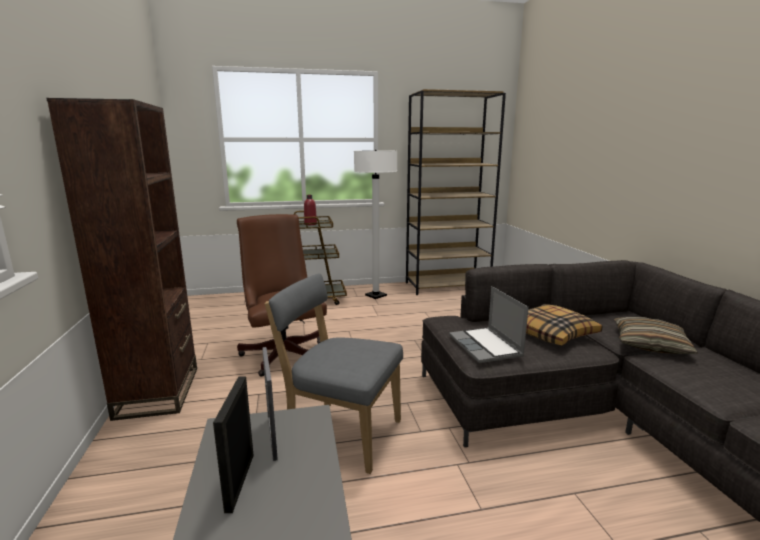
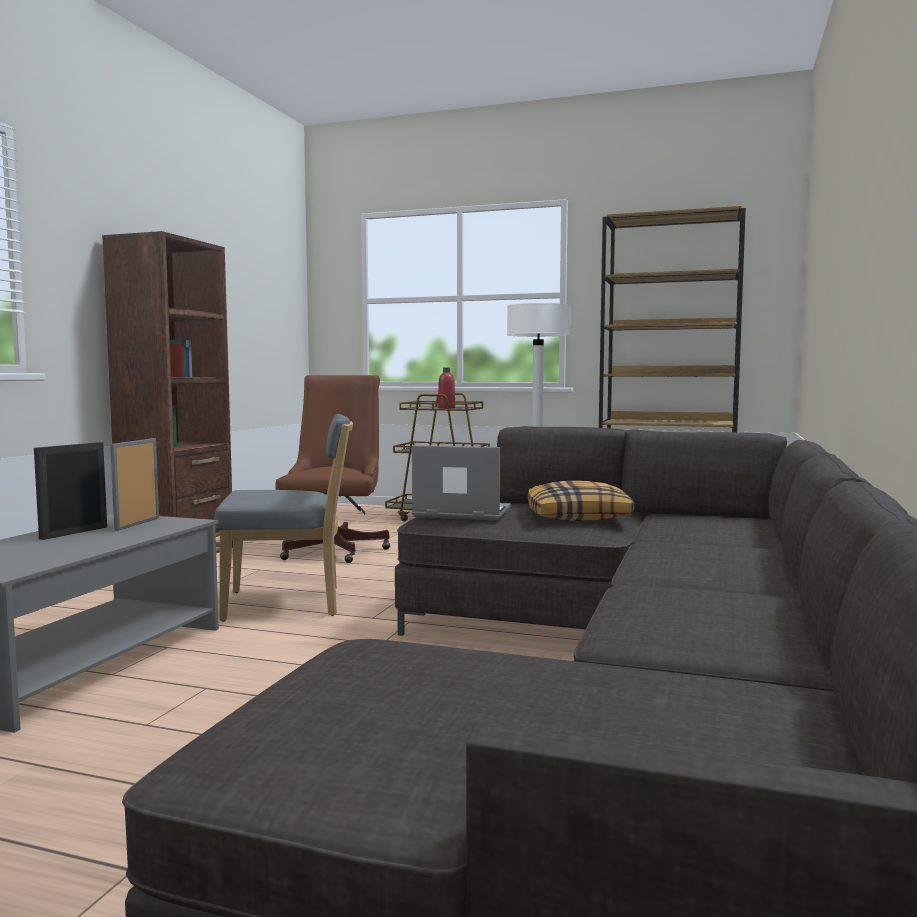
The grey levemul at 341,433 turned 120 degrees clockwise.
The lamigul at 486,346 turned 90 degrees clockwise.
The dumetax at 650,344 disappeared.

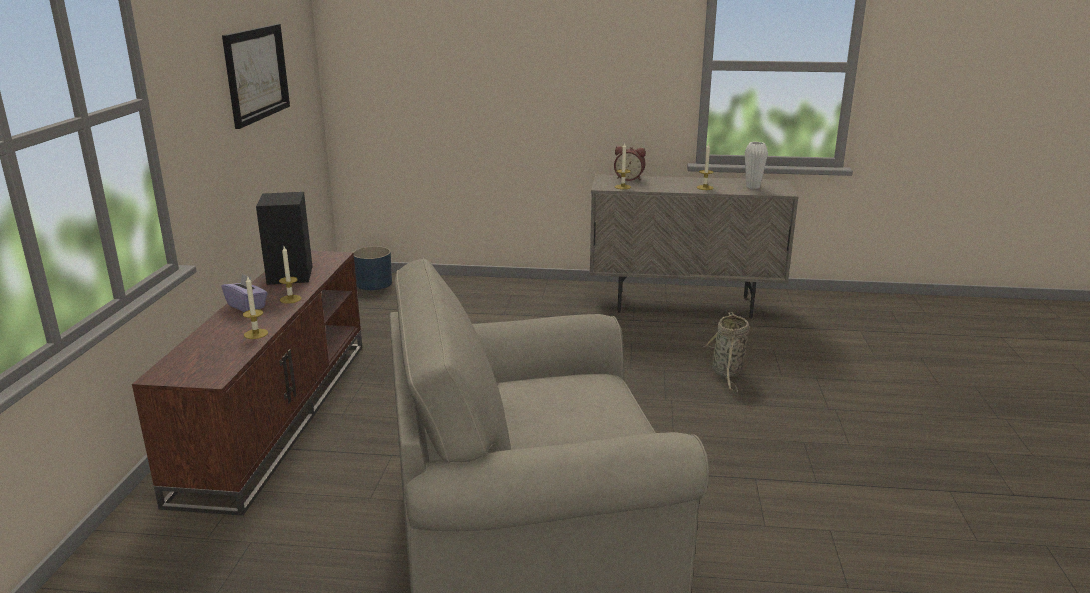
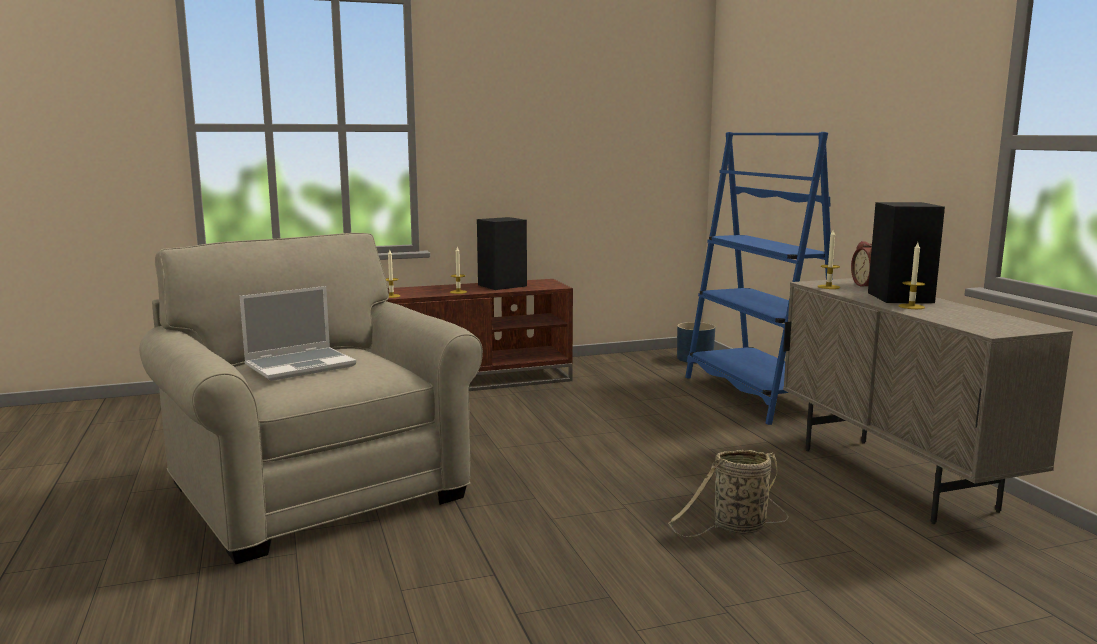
The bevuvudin at 256,73 disappeared.
The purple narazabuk at 247,306 disappeared.
The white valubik at 752,187 disappeared.
The lamigul at 301,365 appeared.
The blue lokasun at 757,395 appeared.
The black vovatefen at 901,298 appeared.

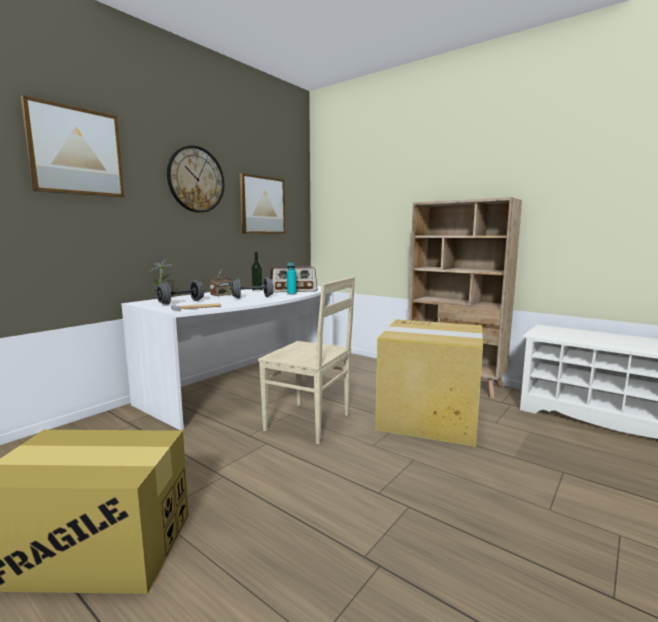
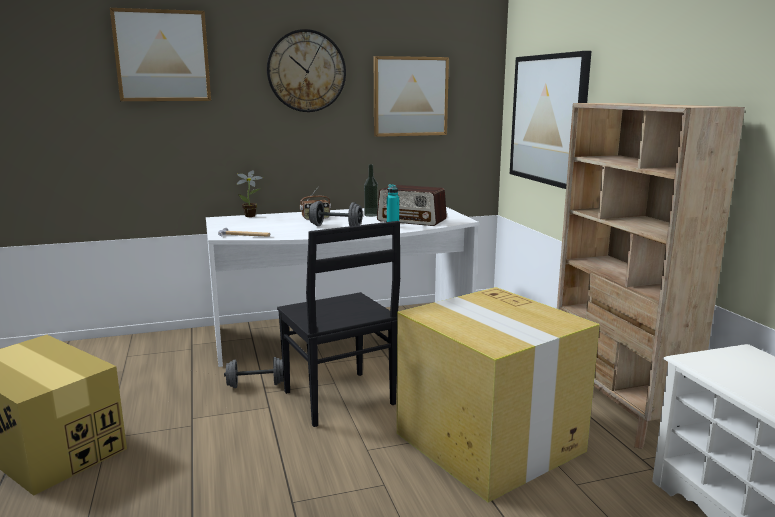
The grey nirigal moved from 181,302 to 256,385.
The beige levemul at 310,423 became the black levemul at 340,399.
The bevuvudin at 548,119 appeared.

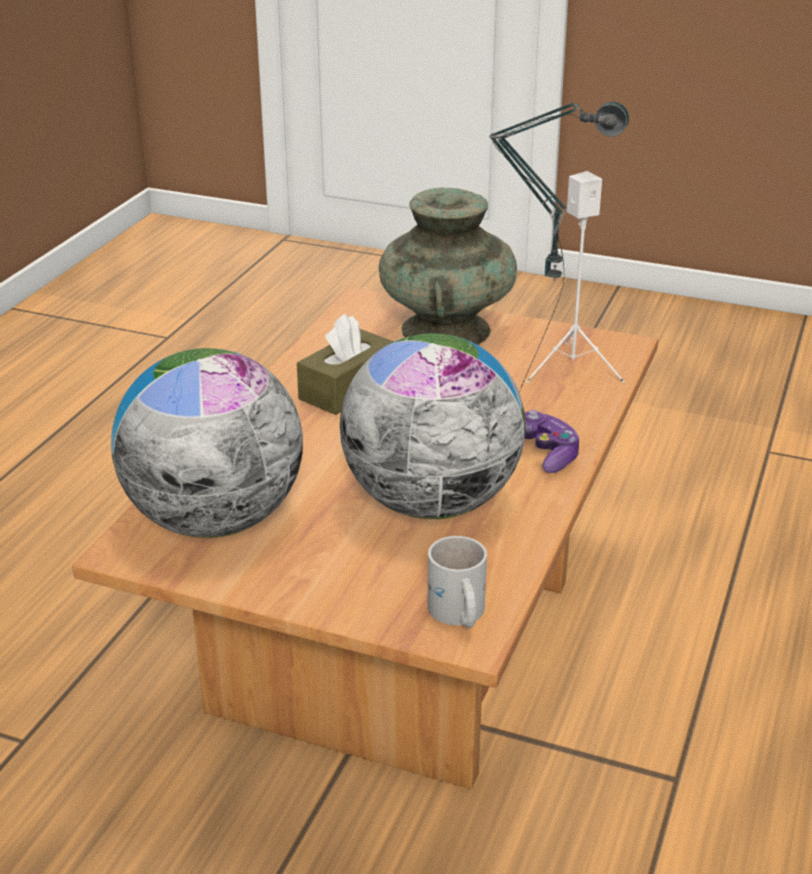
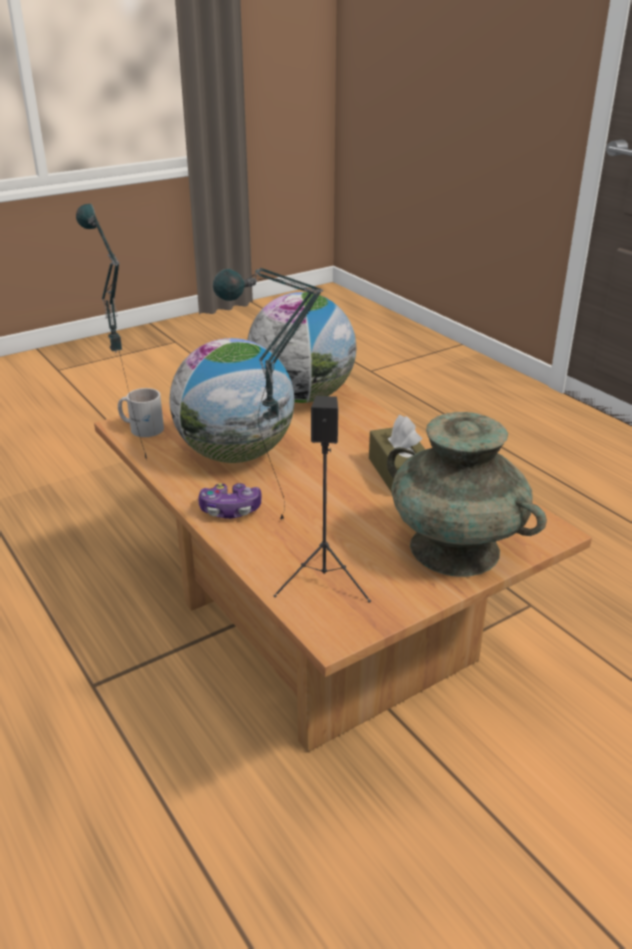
The white vovatefen at 571,368 became the black vovatefen at 325,581.
The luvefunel at 130,456 appeared.

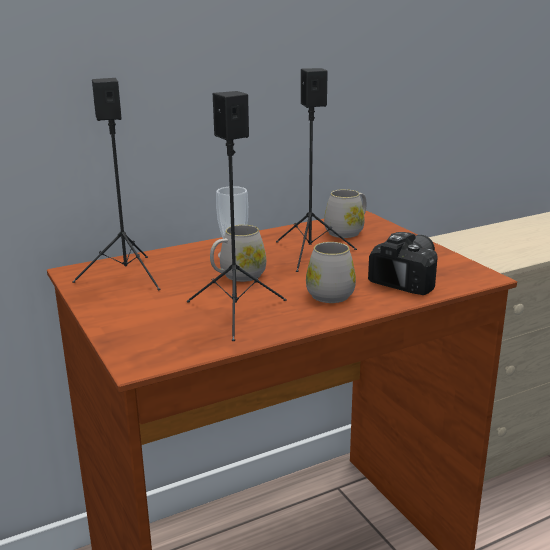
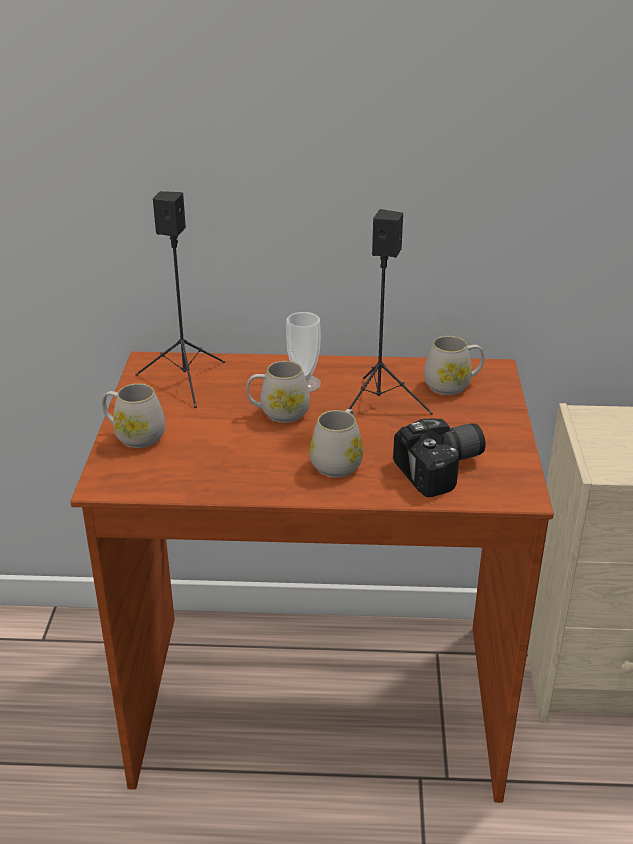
The black vovatefen at 236,313 disappeared.
The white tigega at 134,436 appeared.

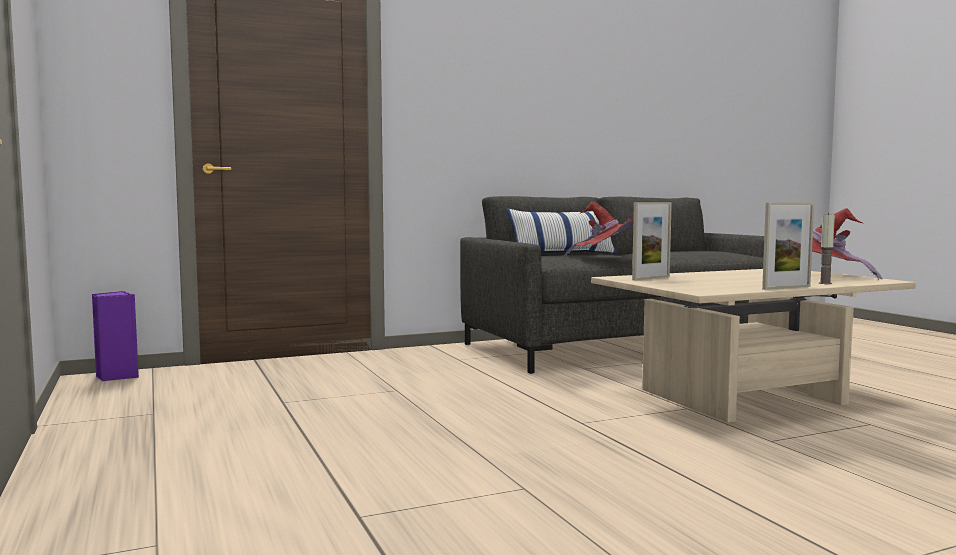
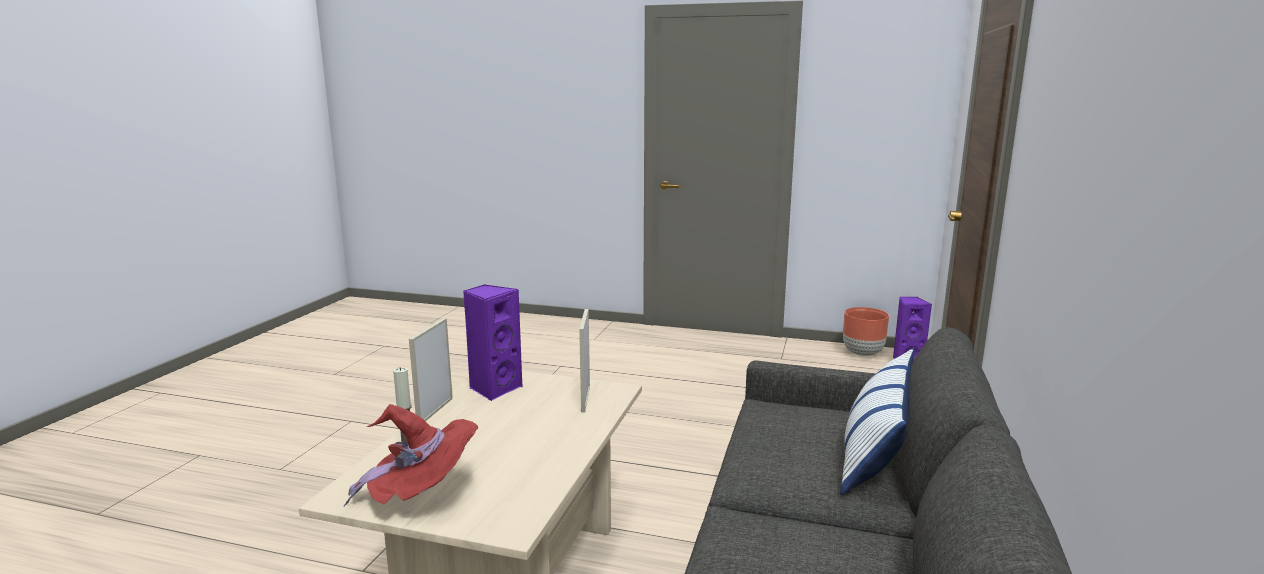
The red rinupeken at 604,258 disappeared.
The purple vovatefen at 494,389 appeared.
The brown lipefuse at 862,353 appeared.

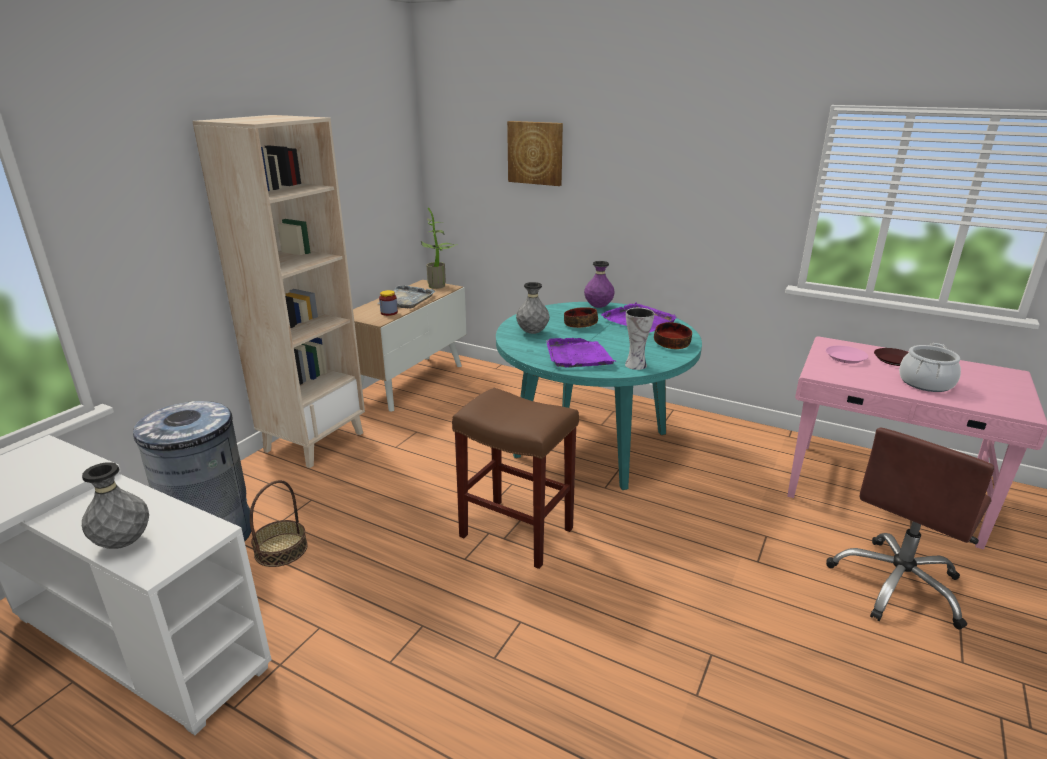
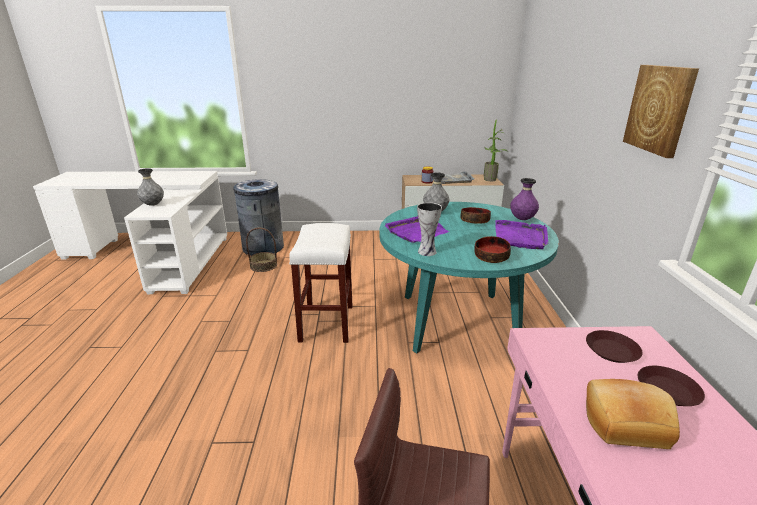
The beige lokasun at 314,441 disappeared.
The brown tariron at 514,532 became the white tariron at 326,322.
The bevuvudin moved from 535,153 to 659,109.
The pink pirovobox at 846,357 became the brown pirovobox at 612,351.
The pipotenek at 925,383 was replaced by the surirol at 624,422.

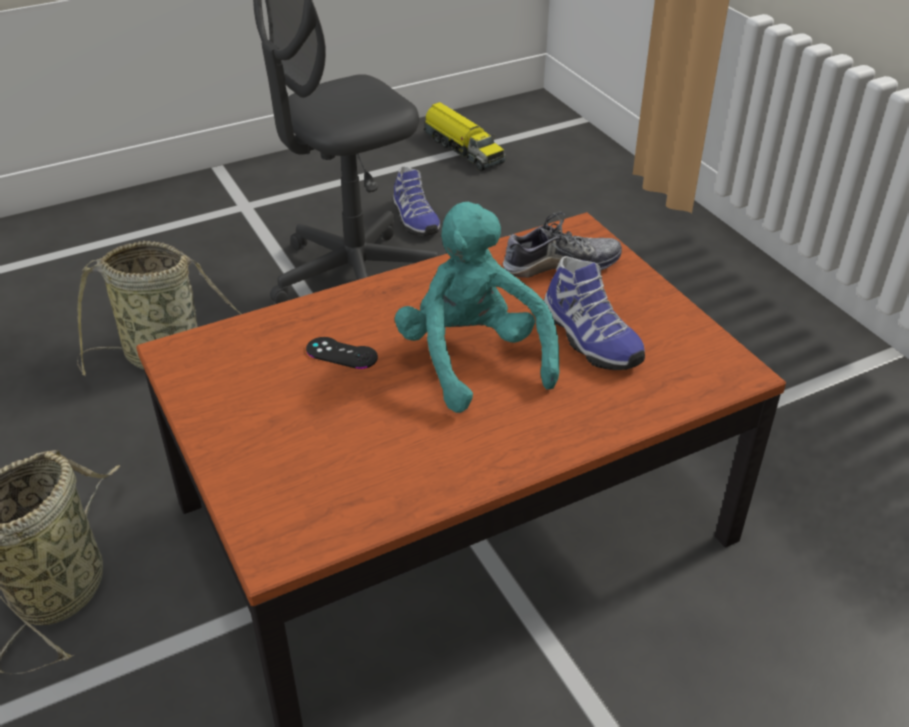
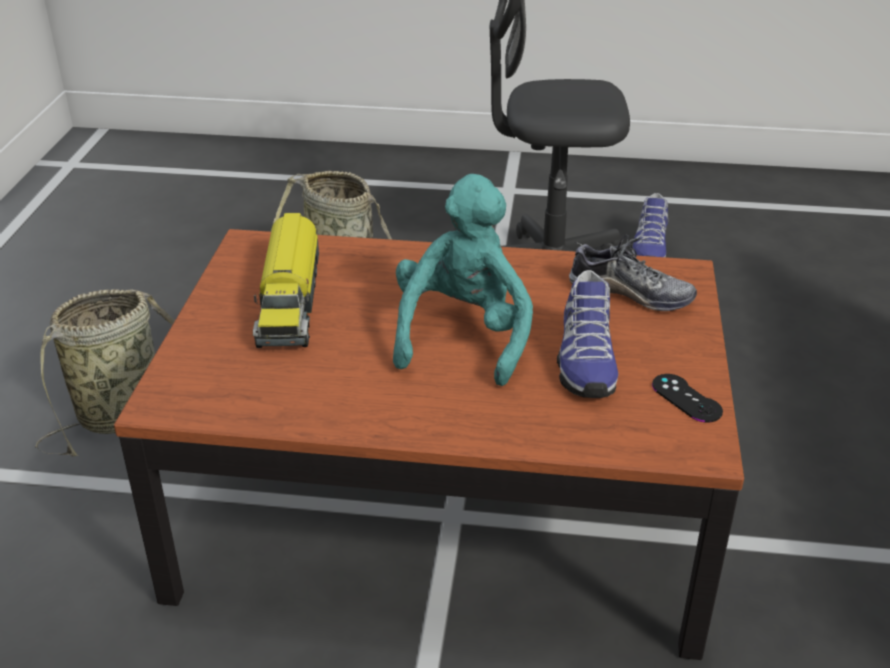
The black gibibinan moved from 341,353 to 686,398.
The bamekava moved from 463,148 to 290,300.

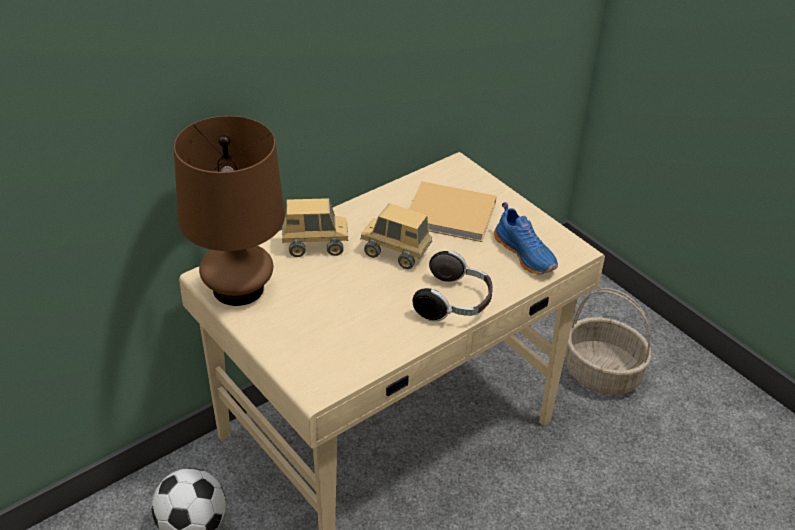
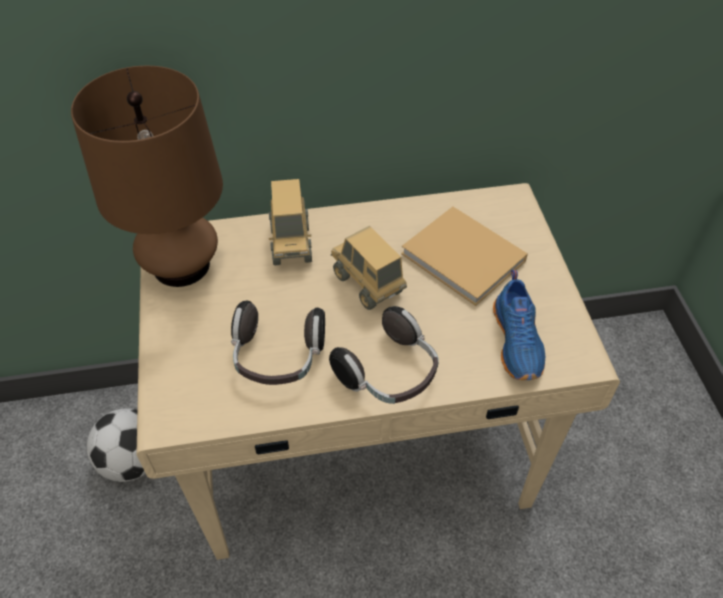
The bamekava at 315,246 turned 60 degrees clockwise.
The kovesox at 603,373 disappeared.
The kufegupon at 278,358 appeared.

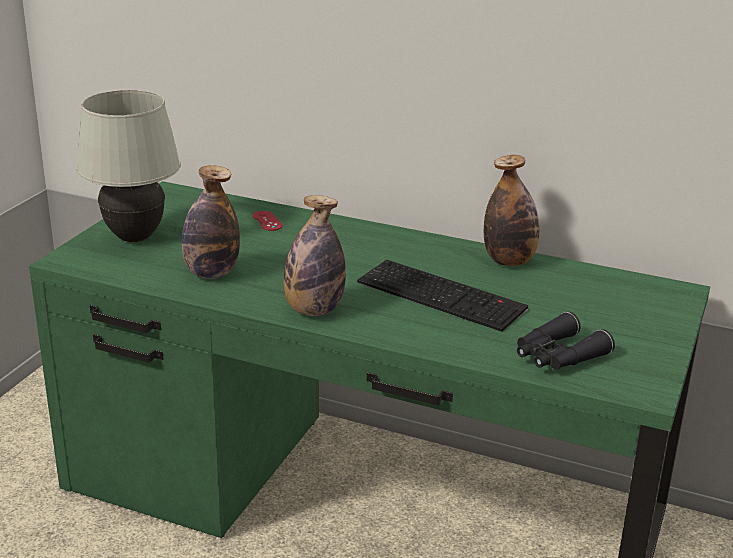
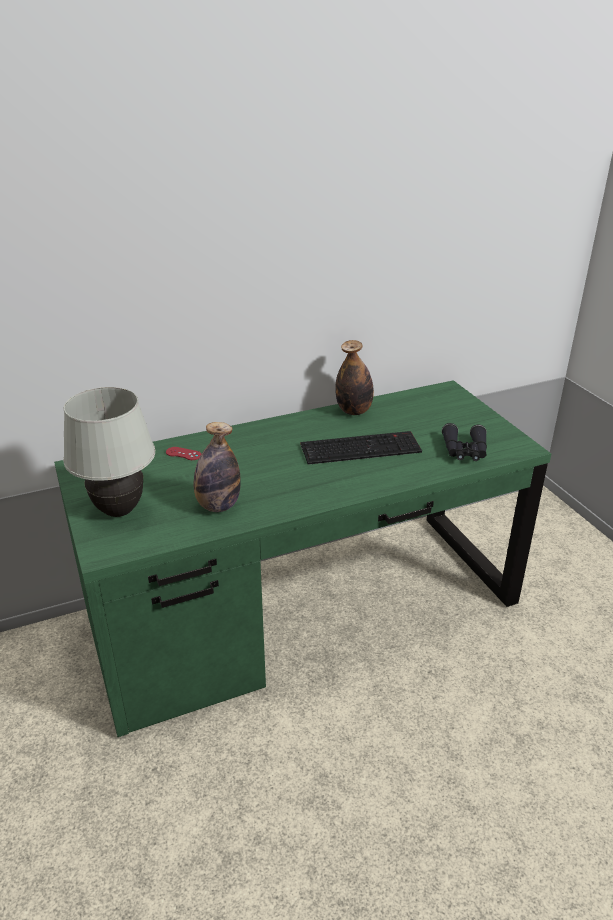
The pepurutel at 313,310 disappeared.

